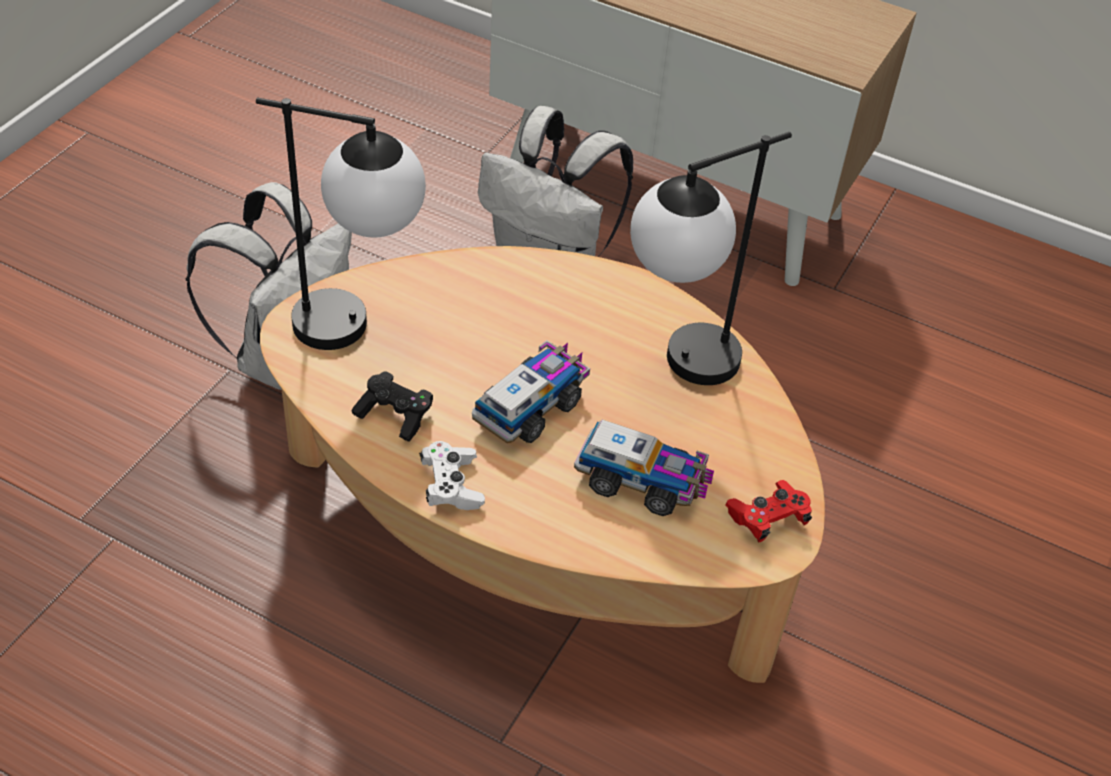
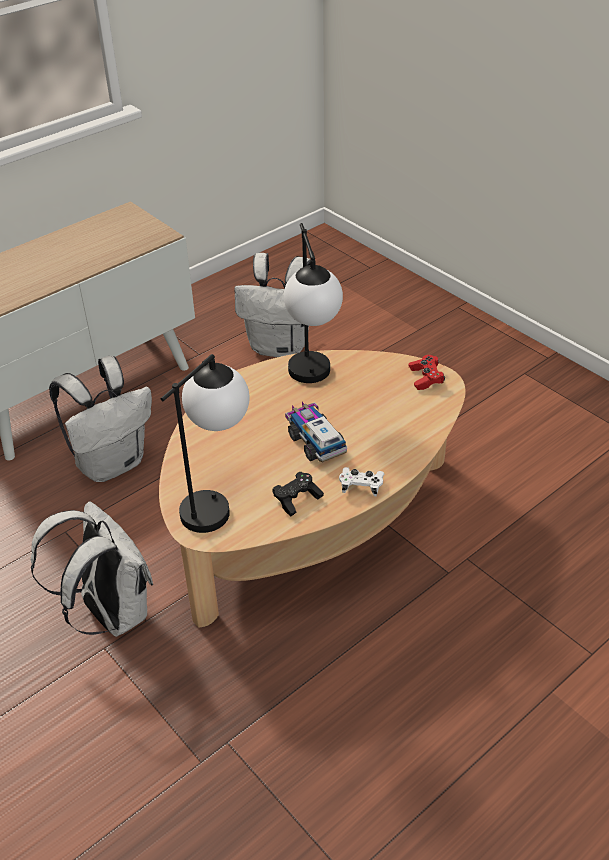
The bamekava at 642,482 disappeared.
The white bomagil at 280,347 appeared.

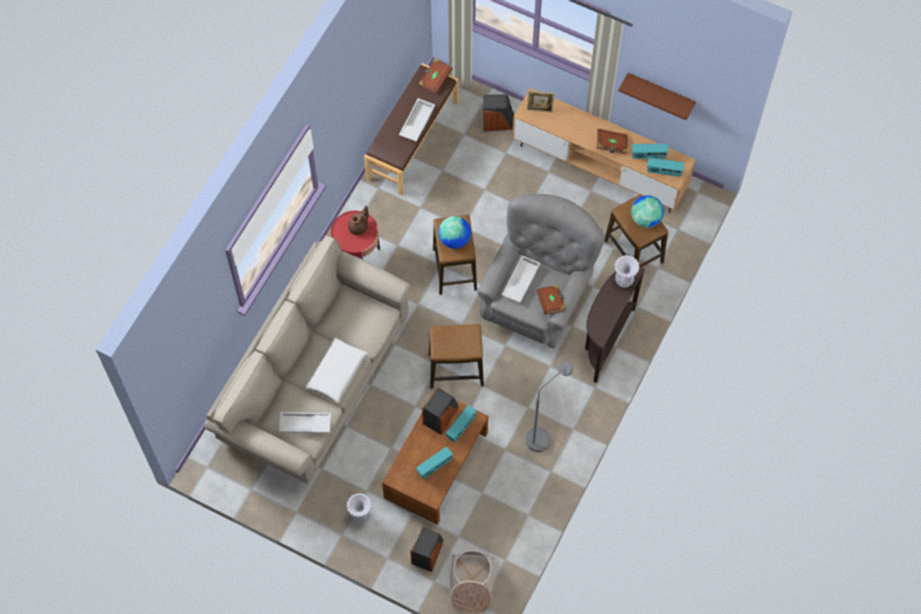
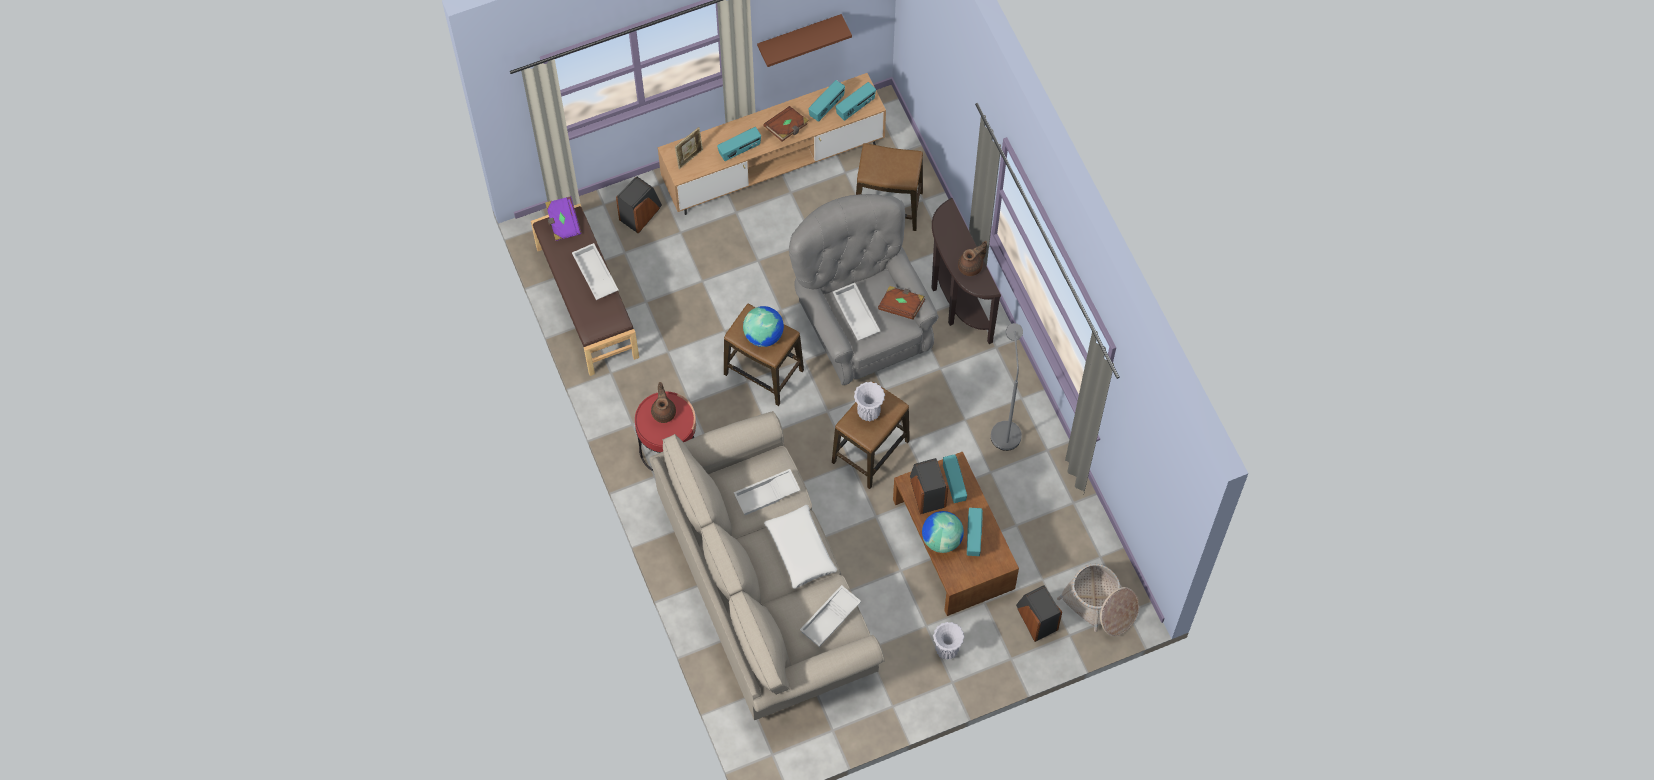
The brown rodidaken at 435,79 became the purple rodidaken at 563,223.
The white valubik moved from 623,280 to 868,413.
The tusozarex moved from 645,218 to 941,539.
The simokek at 740,150 appeared.
The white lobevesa at 767,495 appeared.
The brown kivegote at 971,266 appeared.

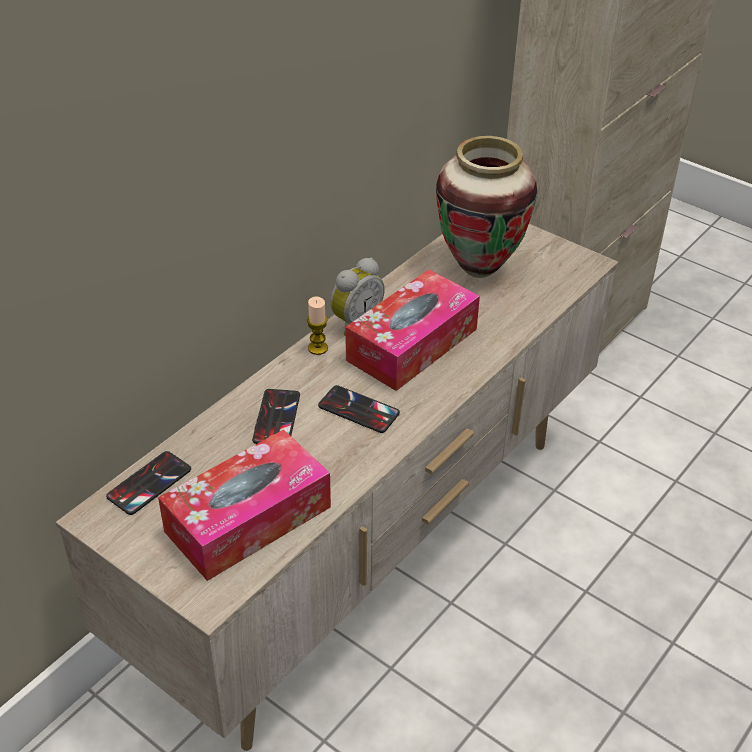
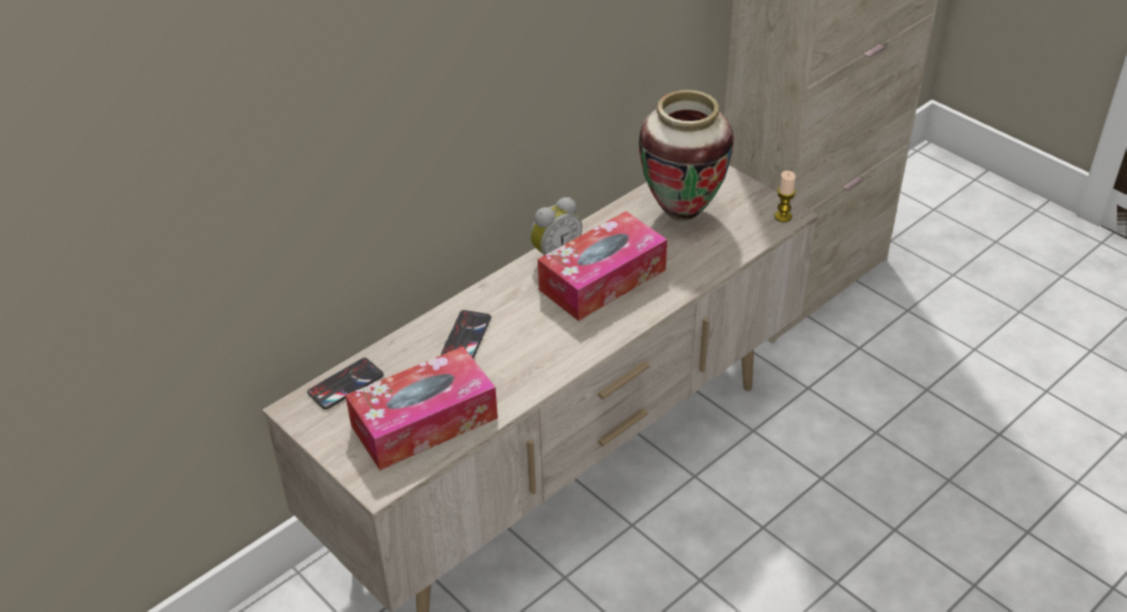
The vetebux moved from 317,348 to 783,216.
The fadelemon at 358,410 disappeared.

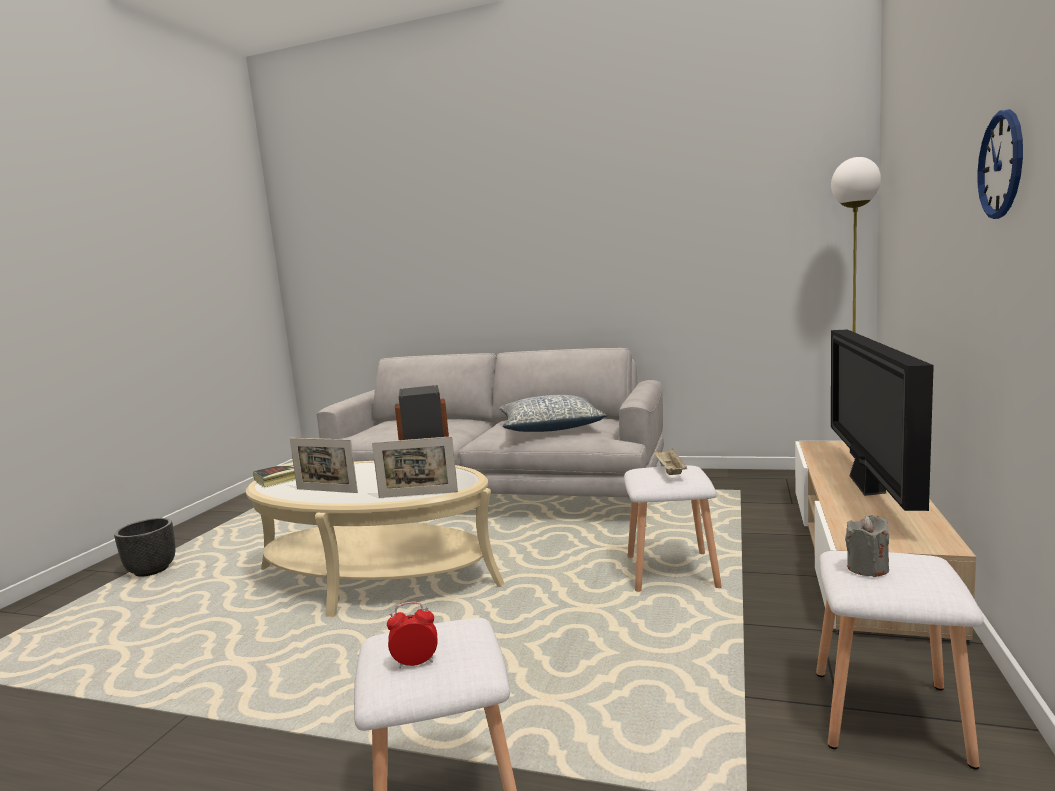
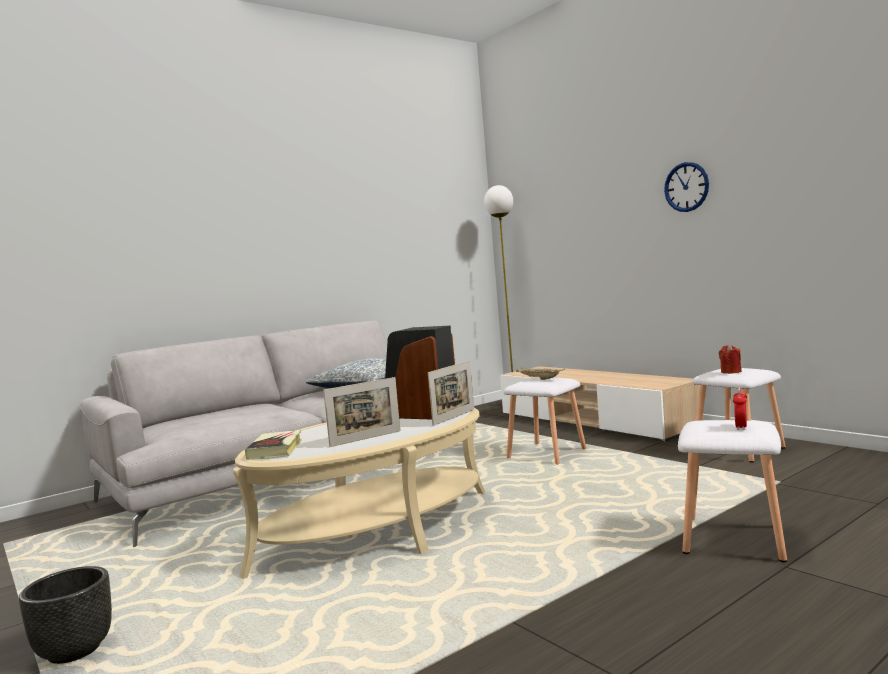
The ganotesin at 867,486 disappeared.
The grey vetebux at 867,568 became the red vetebux at 731,372.

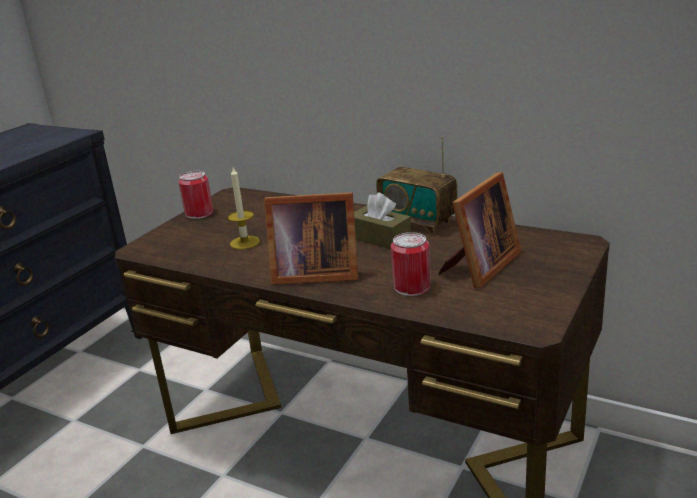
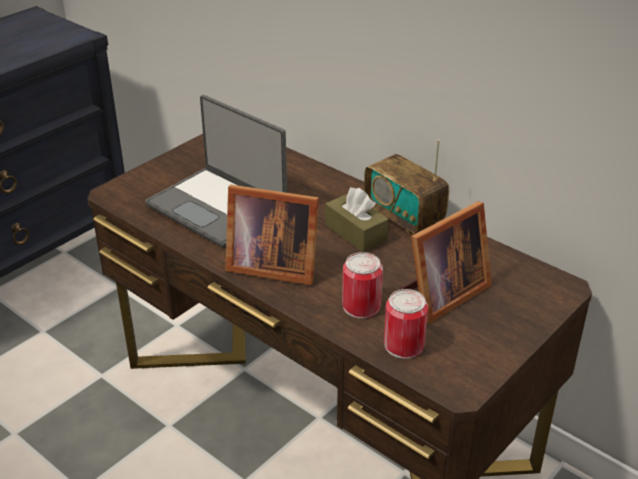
The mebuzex moved from 199,213 to 404,345.
The vetebux at 245,242 was replaced by the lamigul at 218,207.

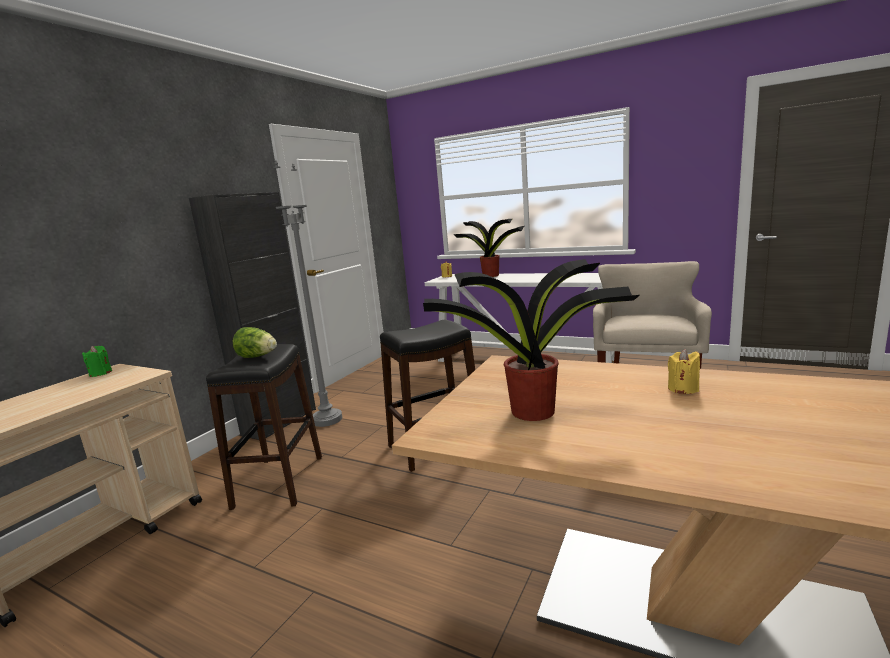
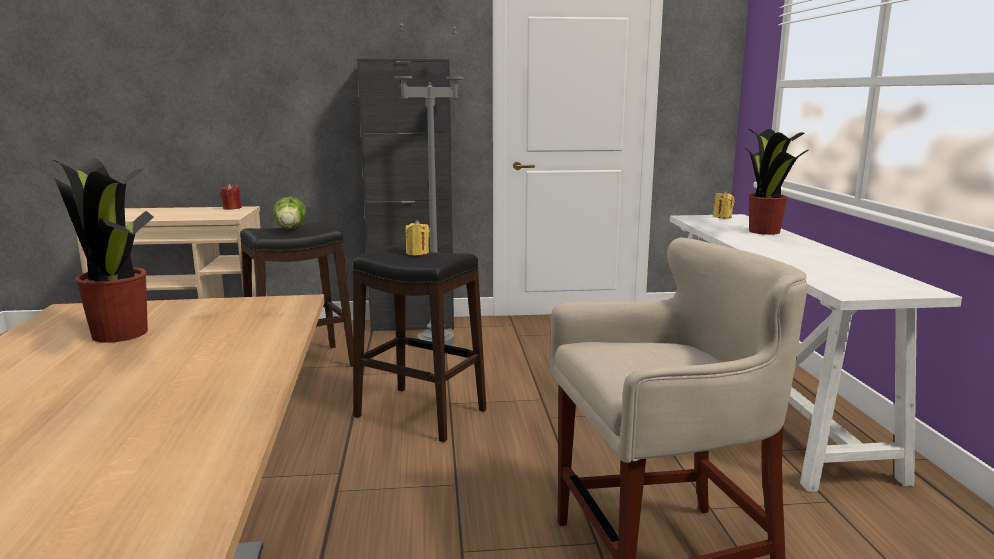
The green vetebux at 100,373 became the red vetebux at 232,208.
The yellow vetebux moved from 683,389 to 417,253.

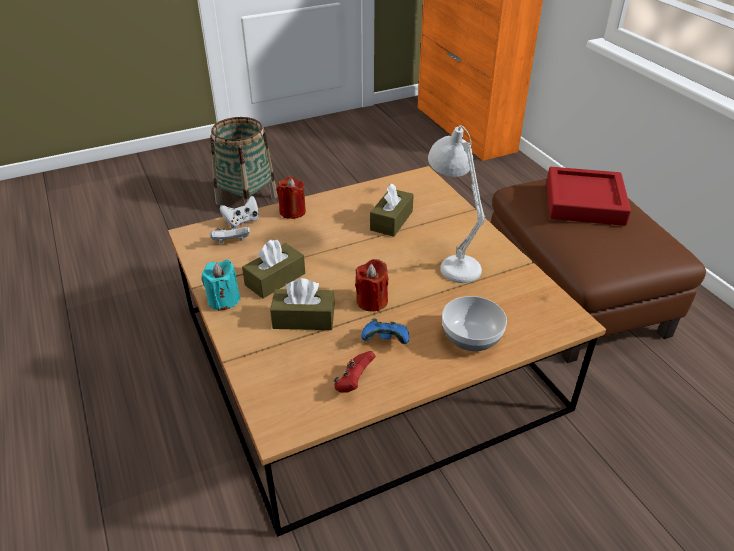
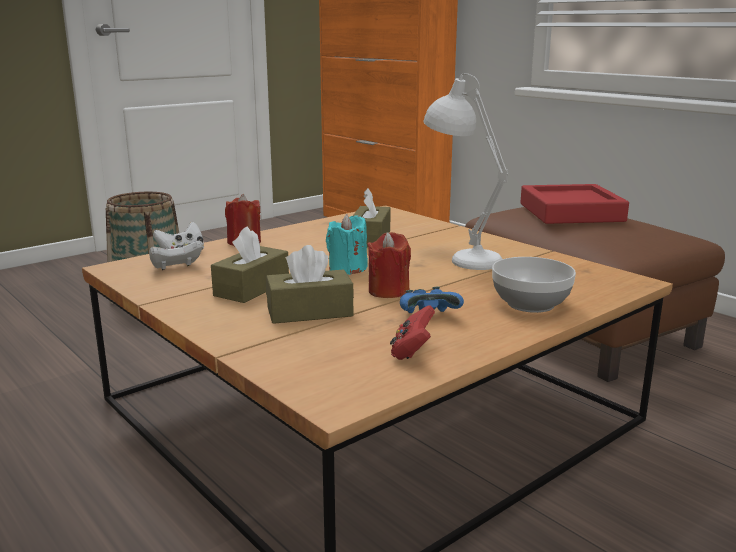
The turquoise vetebux moved from 223,300 to 347,269.

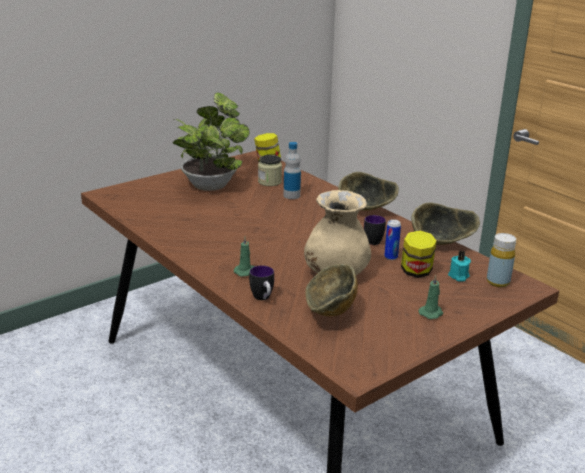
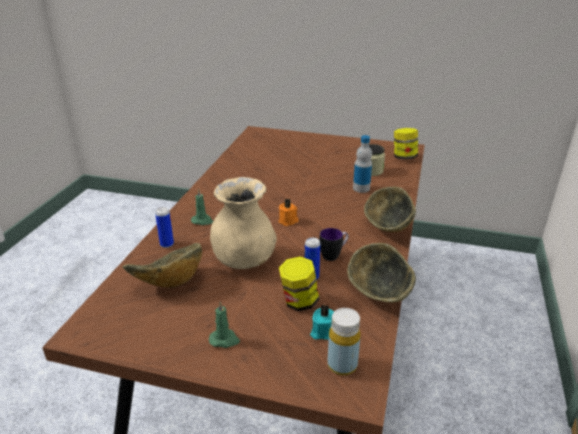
The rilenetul at 211,184 disappeared.
The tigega at 263,299 was replaced by the mebuzex at 167,244.
The orange vetebux at 288,221 appeared.

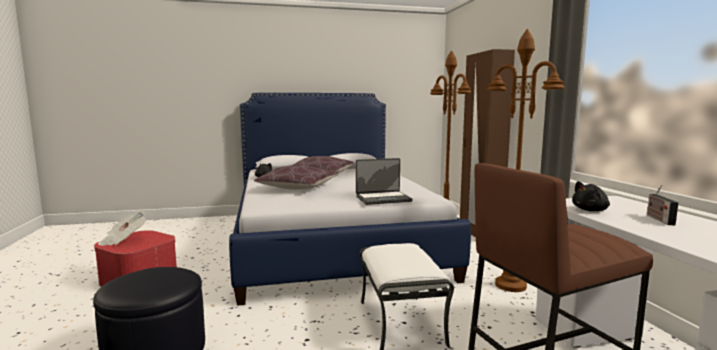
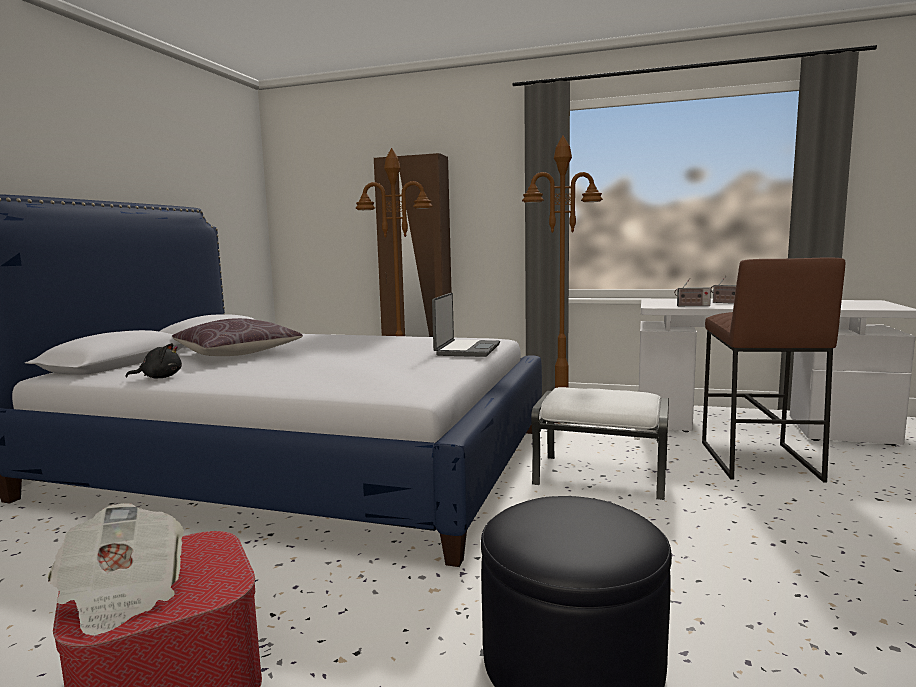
The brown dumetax at 298,188 disappeared.
The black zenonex at 591,210 was replaced by the simokek at 691,306.

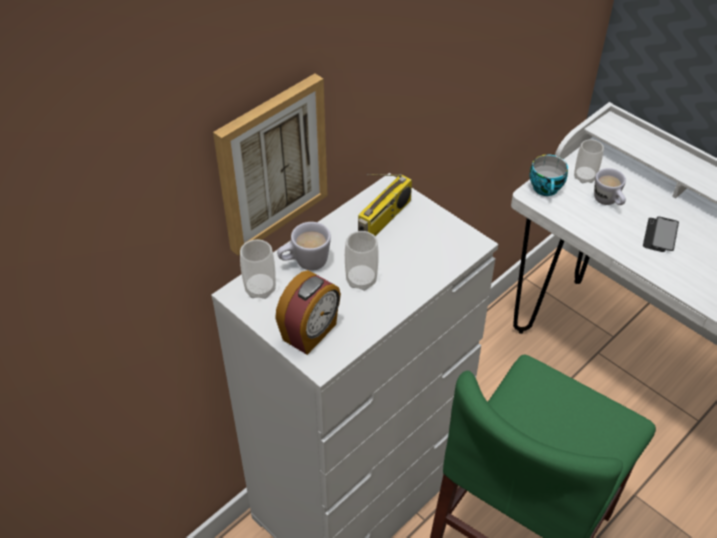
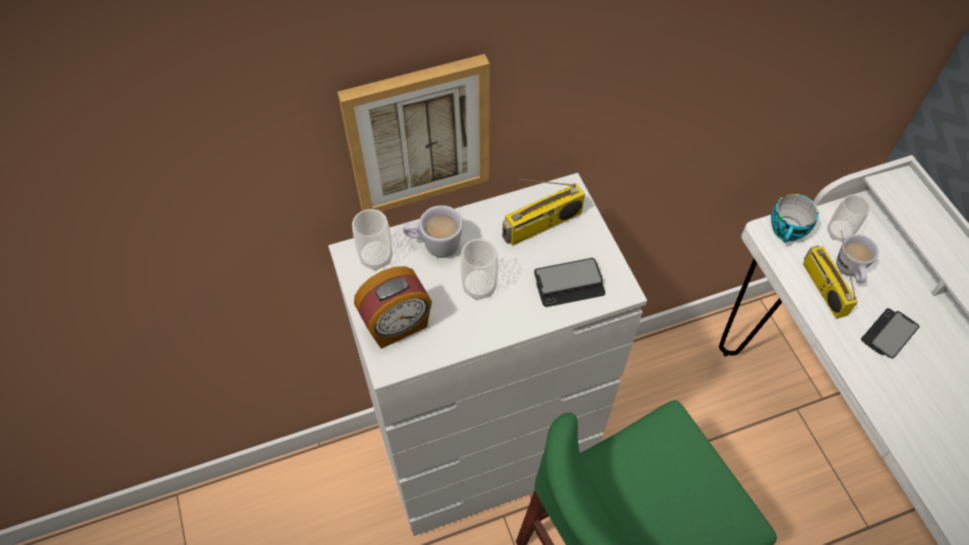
The fadelemon at 569,283 appeared.
The simokek at 822,288 appeared.

